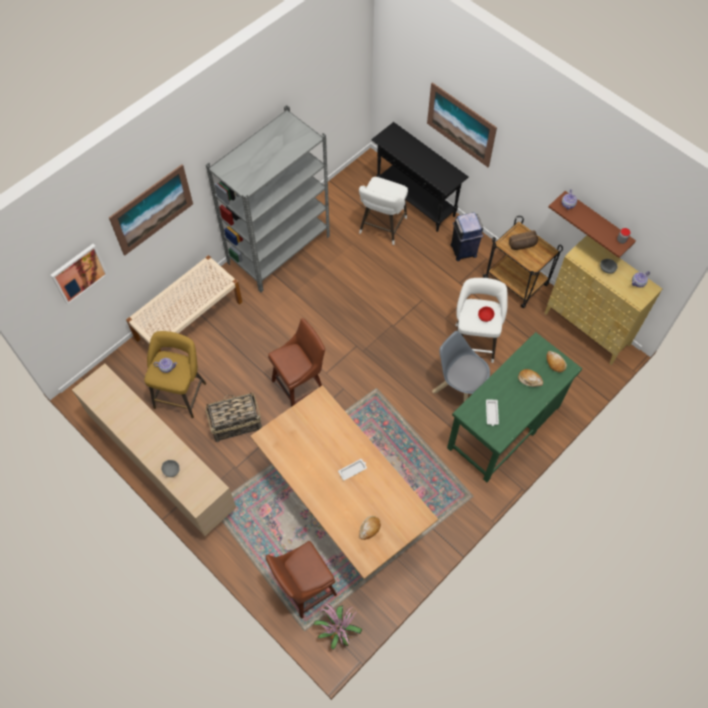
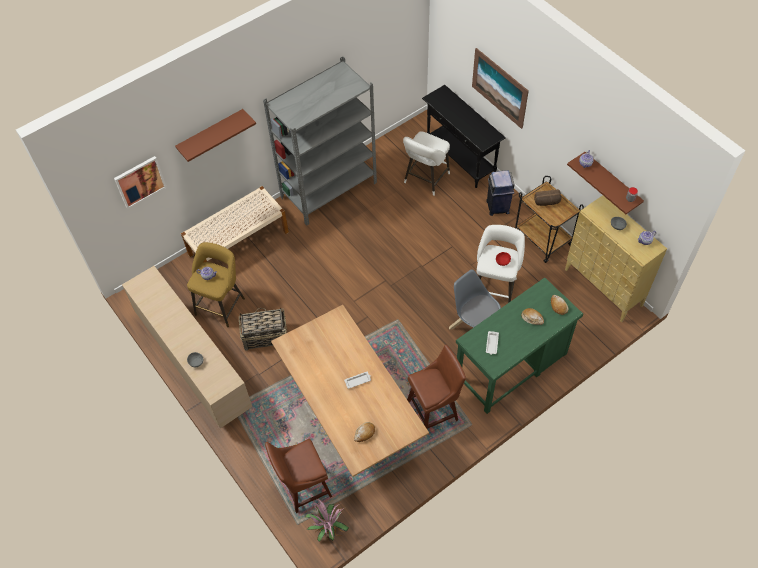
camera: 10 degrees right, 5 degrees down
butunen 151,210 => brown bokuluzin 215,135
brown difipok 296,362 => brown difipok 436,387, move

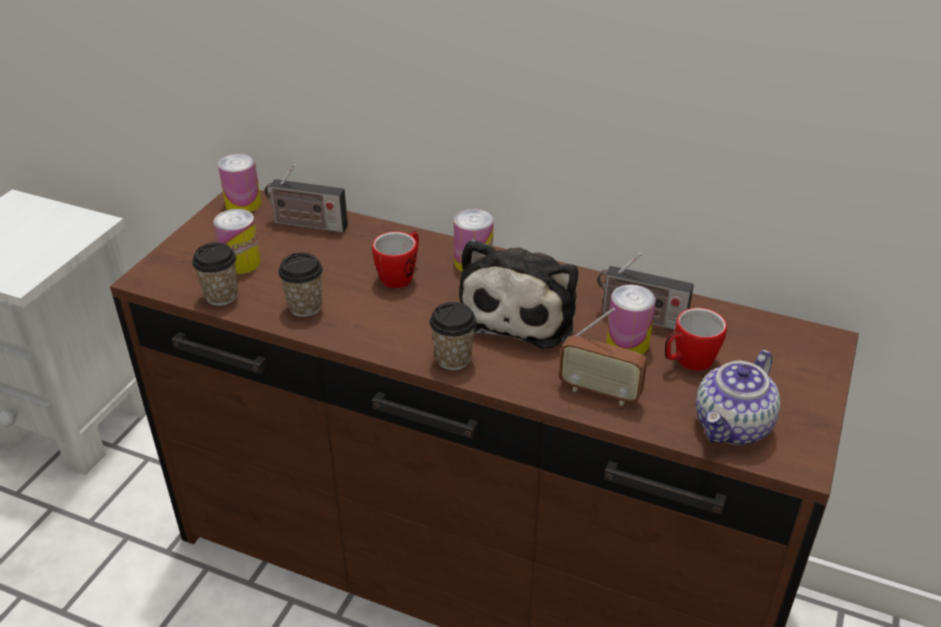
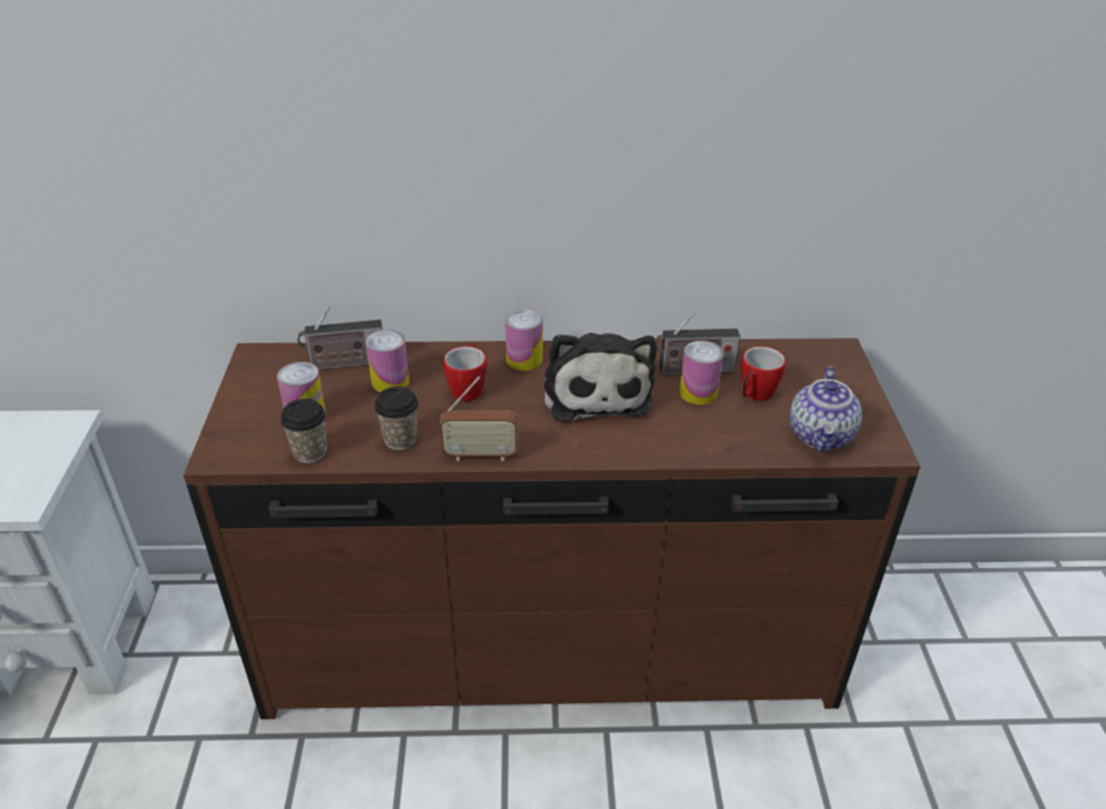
camera: 25 degrees left, 0 degrees up
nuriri 239,183 => nuriri 387,361, move
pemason 453,336 => nothing
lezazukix 603,357 => lezazukix 478,418, move

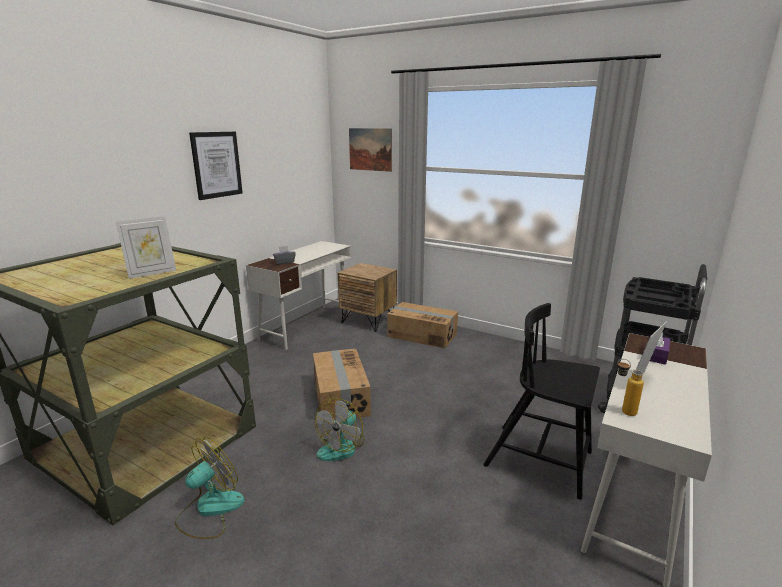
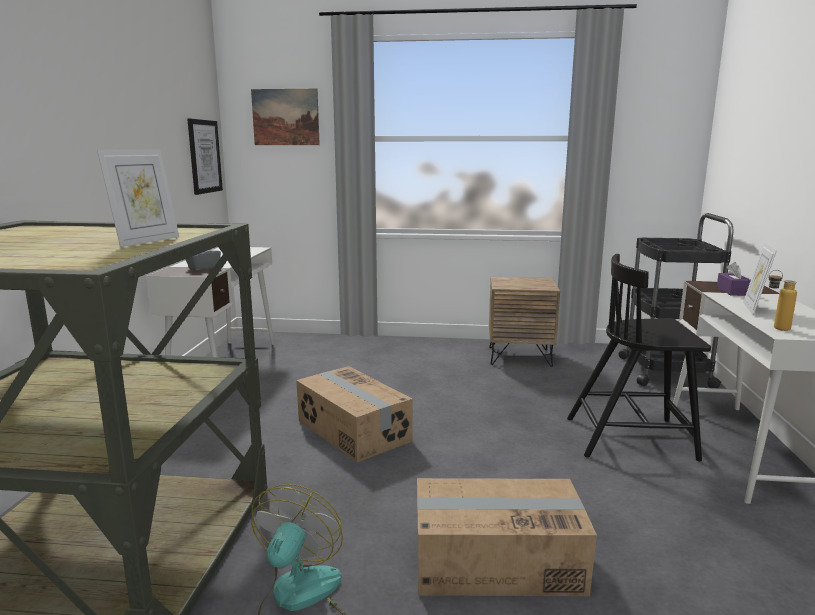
camera: 25 degrees left, 5 degrees down
butunen 216,166 => butunen 205,156, move
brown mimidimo 367,297 => brown mimidimo 524,322, move
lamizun 422,325 => lamizun 507,537, move
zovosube 339,429 => nothing

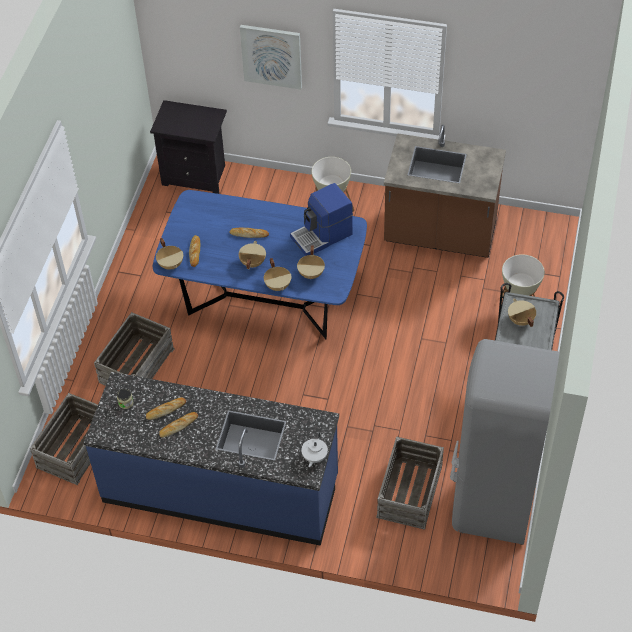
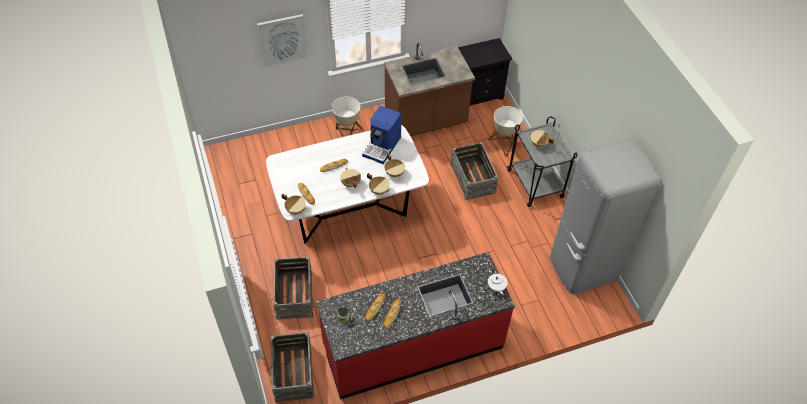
camera: 35 degrees left, 0 degrees up
black mimidimo 188,147 => black mimidimo 485,72, move
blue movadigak 260,264 => white movadigak 347,184
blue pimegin 211,459 => red pimegin 415,326
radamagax 410,483 => radamagax 474,171, move

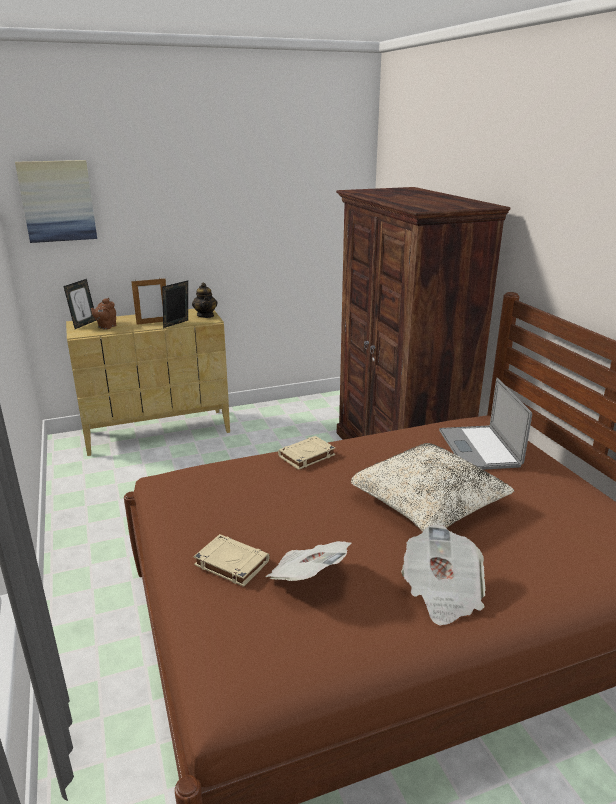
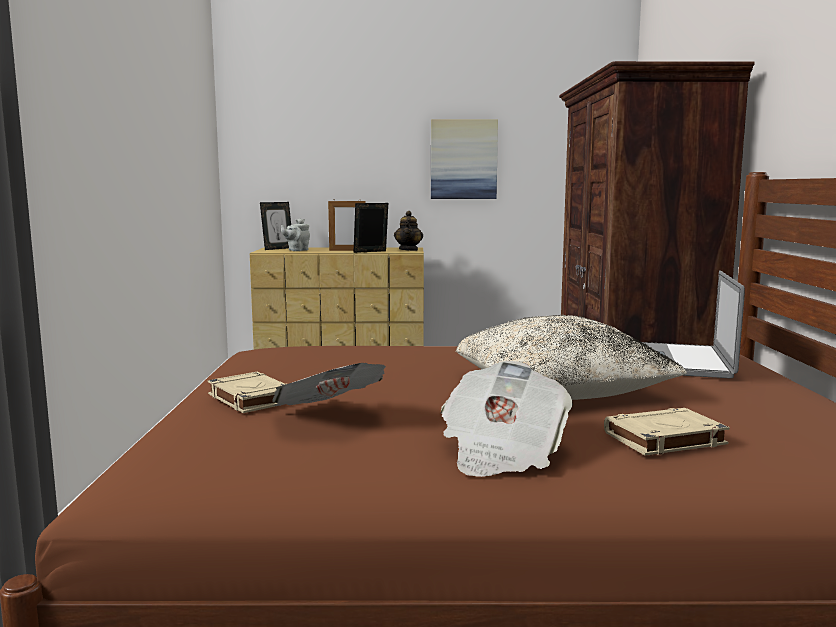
camera: 20 degrees right, 15 degrees down
butunen 56,201 => butunen 464,159, move
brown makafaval 103,314 => grey makafaval 295,235
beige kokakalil 306,453 => beige kokakalil 667,431, move

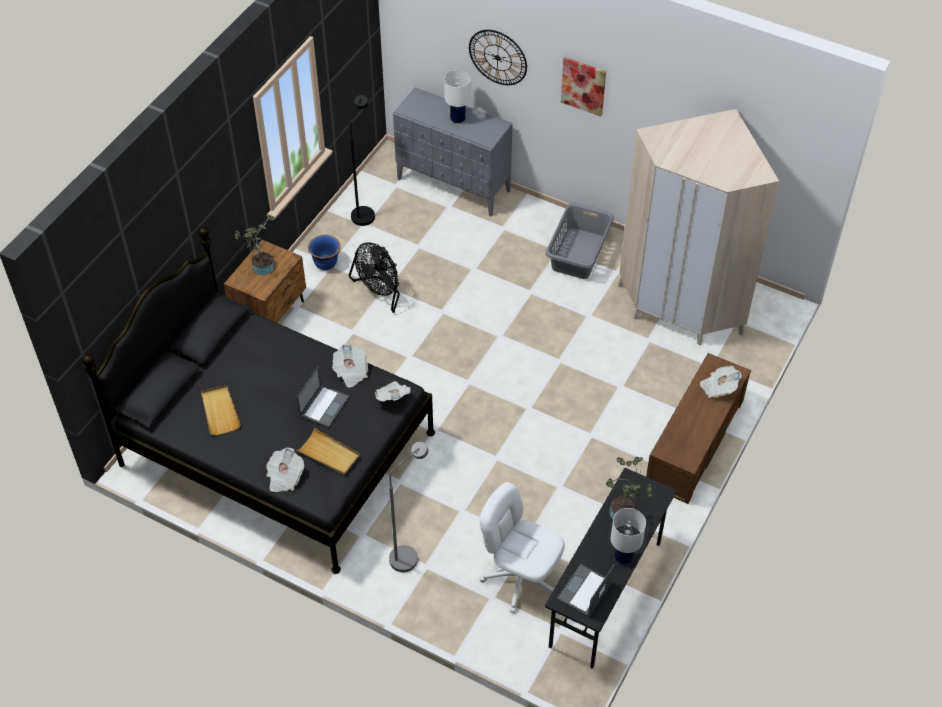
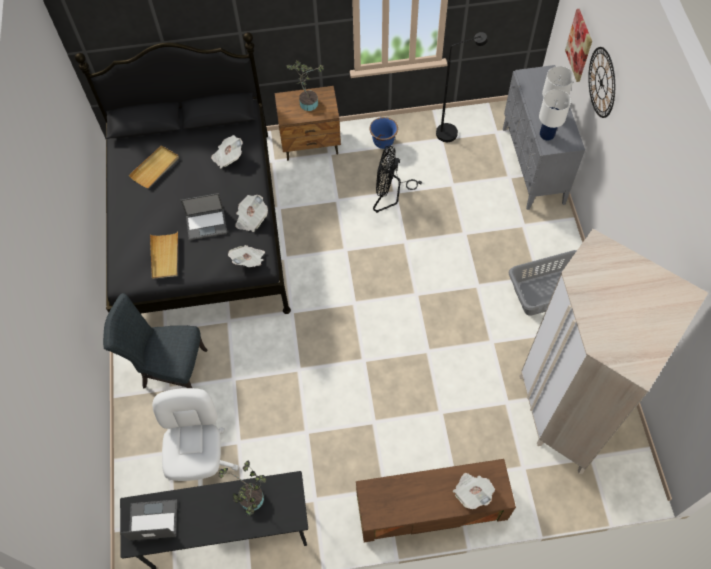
camera: 55 degrees right, 10 degrees up
butunen 583,87 => butunen 578,45, move
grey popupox 408,507 => grey difipok 155,341
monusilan 285,470 => monusilan 227,151, move
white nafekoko 628,536 => white nafekoko 555,115, move

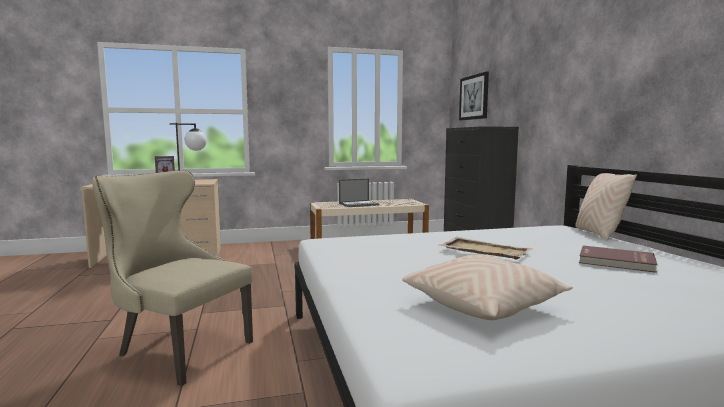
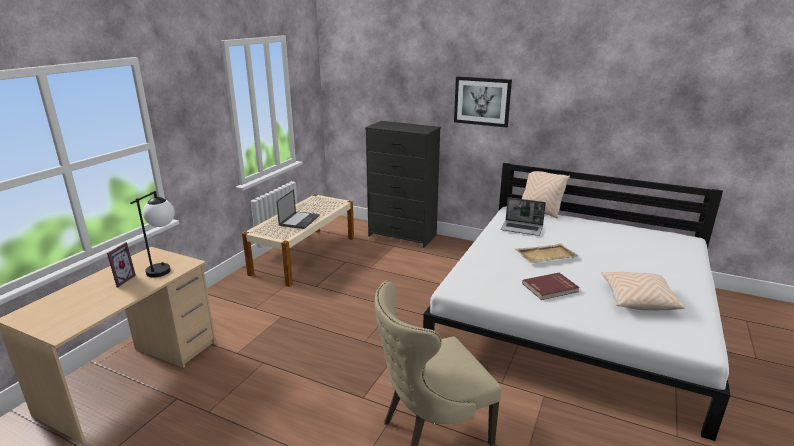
camera: 50 degrees left, 15 degrees up
butunen 474,96 => butunen 483,101, move
red kokakalil 618,259 => red kokakalil 551,286, move
nothing => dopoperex 523,216

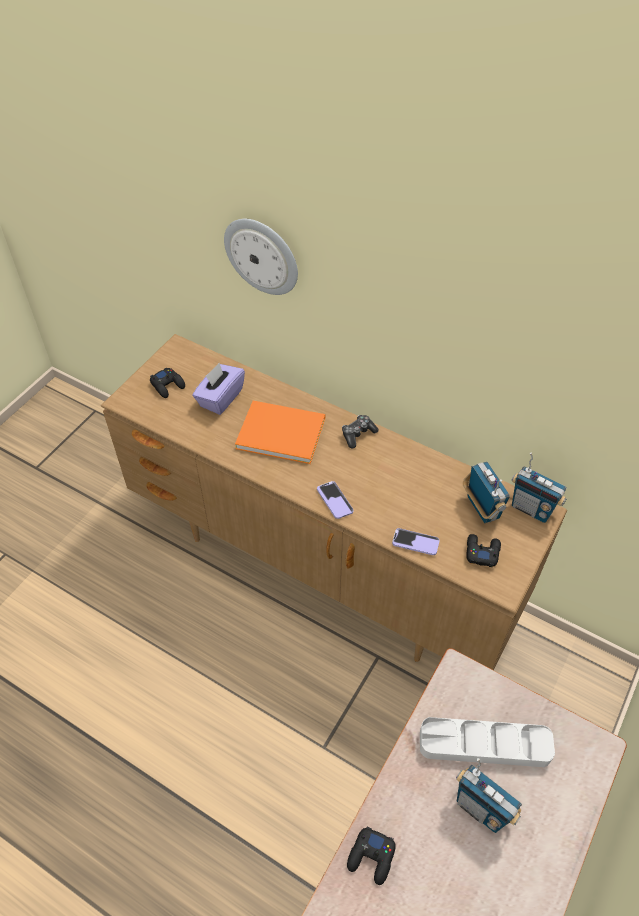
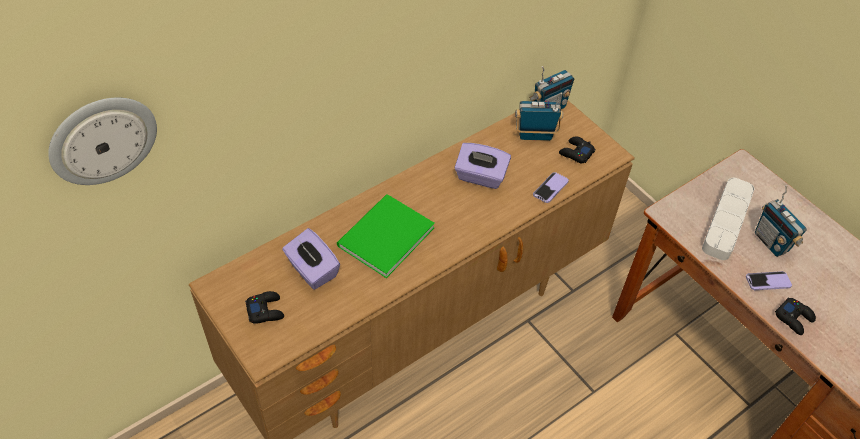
camera: 70 degrees left, 0 degrees up
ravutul 261,257 => ravutul 102,141, move
orange kokakalil 280,432 => green kokakalil 386,236
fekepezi 360,431 => nothing
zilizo 335,500 => zilizo 769,280, move
lezazukix 489,795 => lezazukix 781,221, 90 degrees clockwise
nothing => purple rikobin 482,166

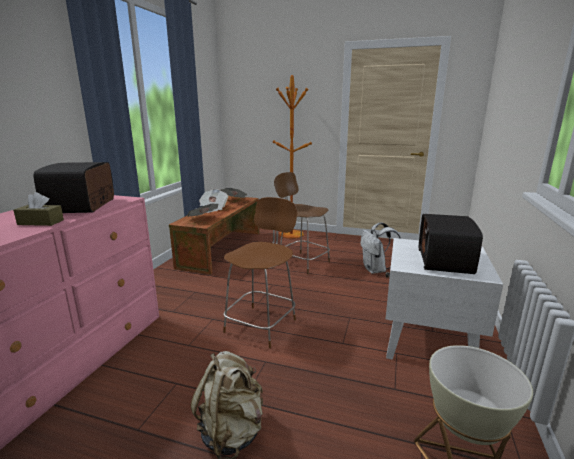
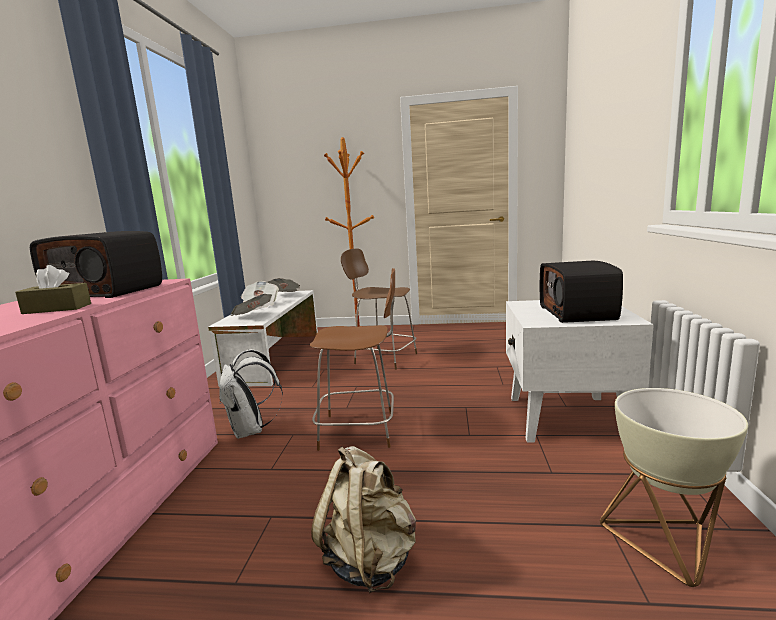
camera: 10 degrees left, 5 degrees down
lezazukix 73,187 => lezazukix 96,264, 60 degrees counterclockwise
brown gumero 214,235 => white gumero 263,338
brown difipok 260,272 => brown difipok 352,359, 75 degrees clockwise
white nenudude 380,248 => white nenudude 251,394, move

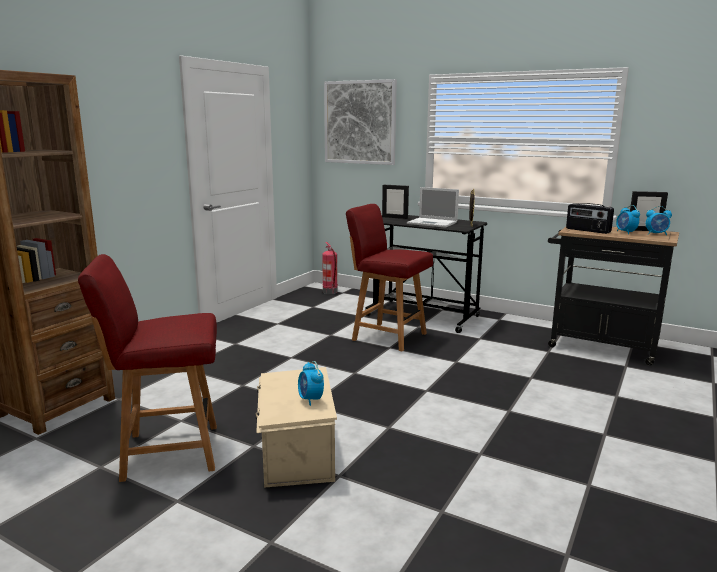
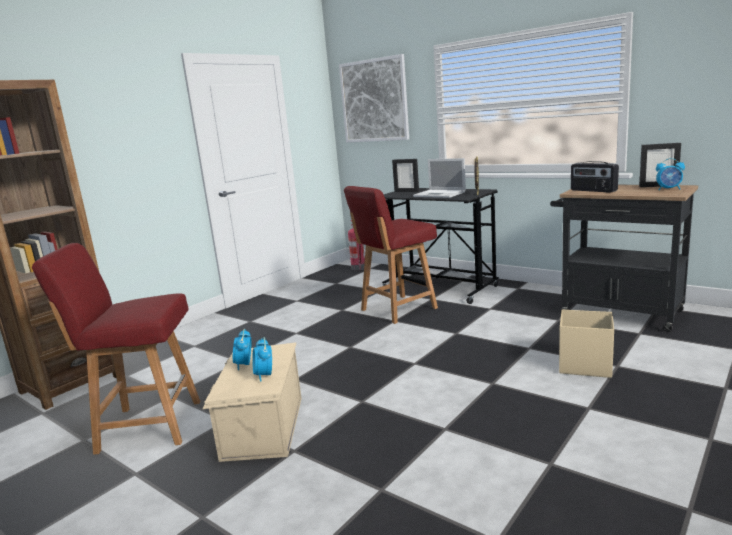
camera: 10 degrees right, 0 degrees up
red difipok 389,277 => red difipok 391,255, 75 degrees counterclockwise
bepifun 628,219 => bepifun 242,349, move
nothing => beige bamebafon 586,343

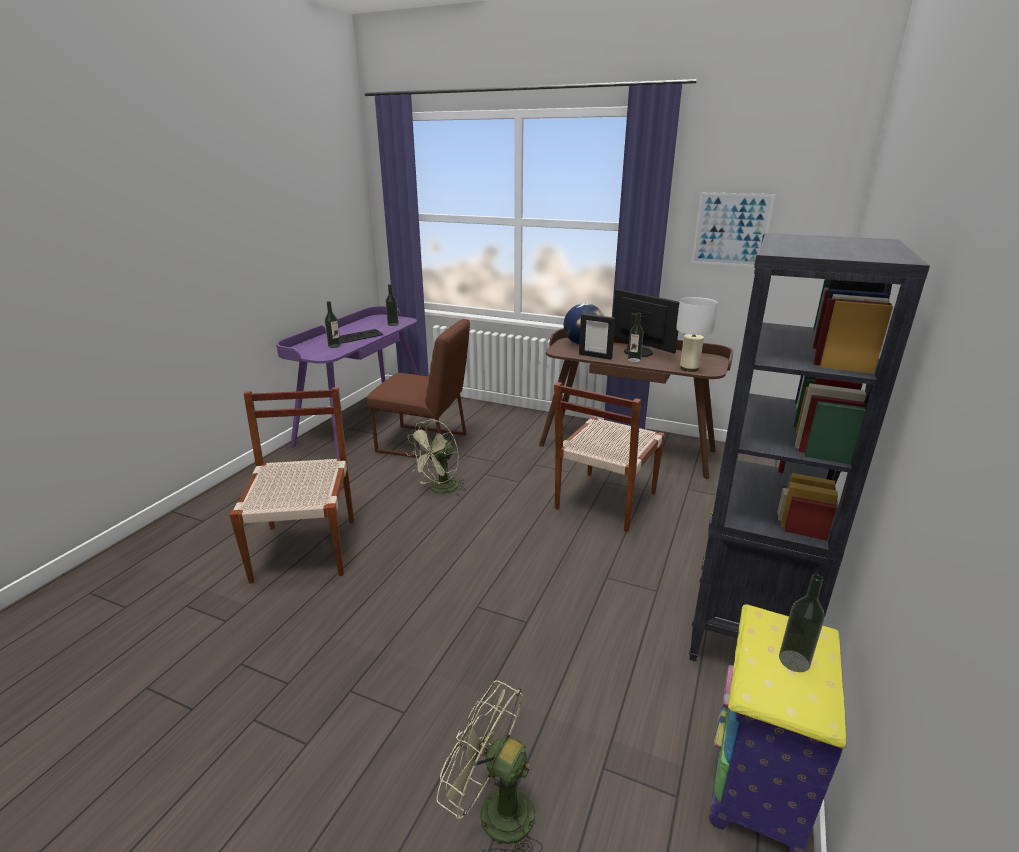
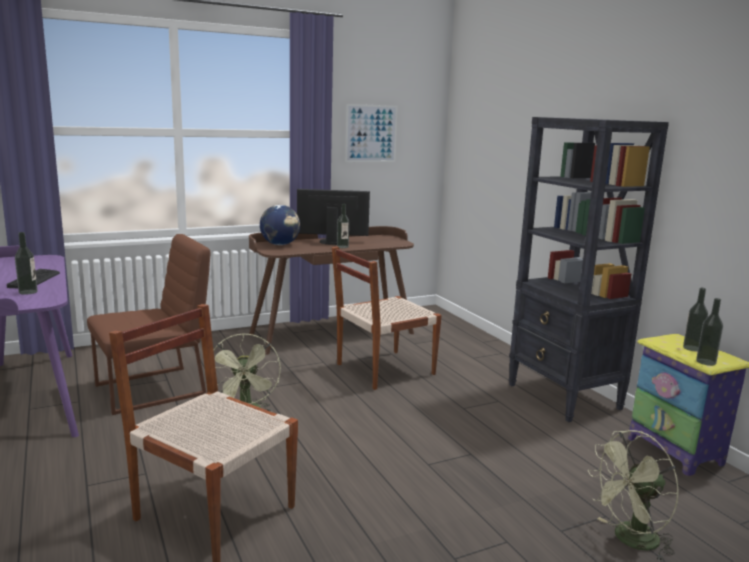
camera: 50 degrees left, 10 degrees down
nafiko 392,305 => nafiko 709,332, move
white nafekoko 697,334 => nothing
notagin 597,337 => nothing
difipok 609,457 => difipok 386,318, 75 degrees clockwise

